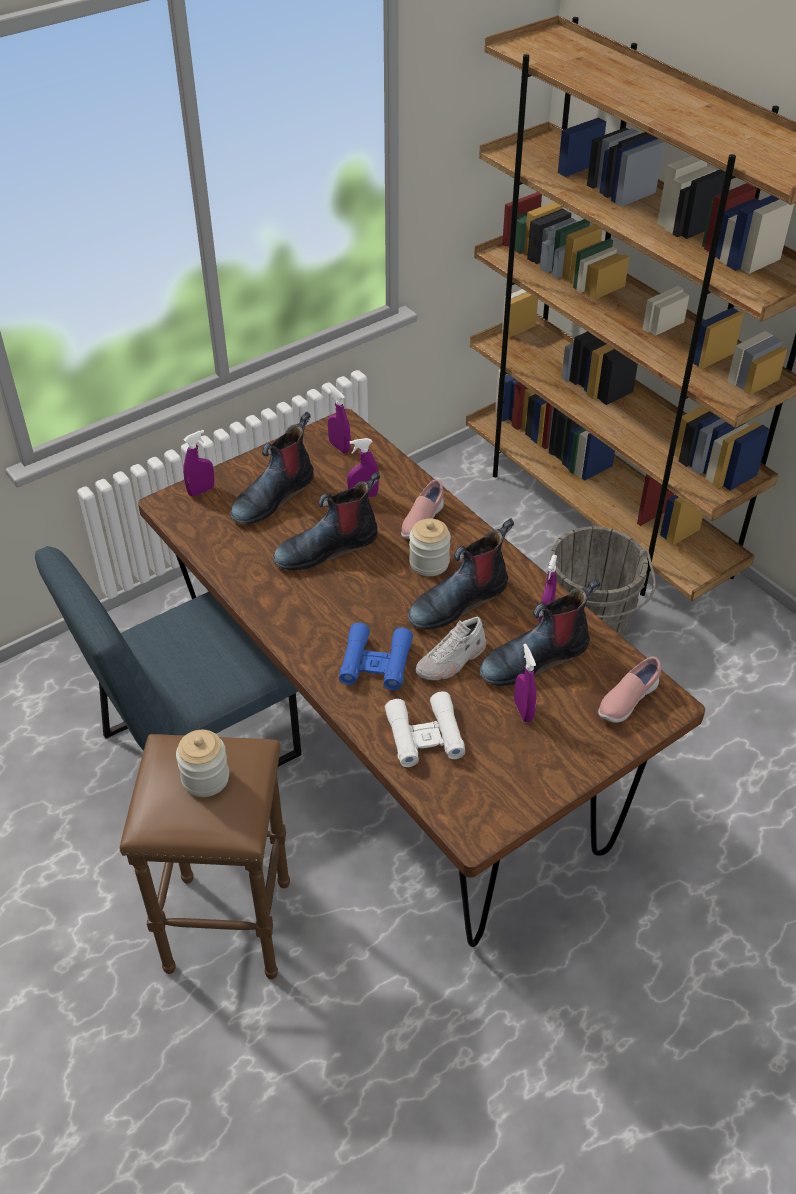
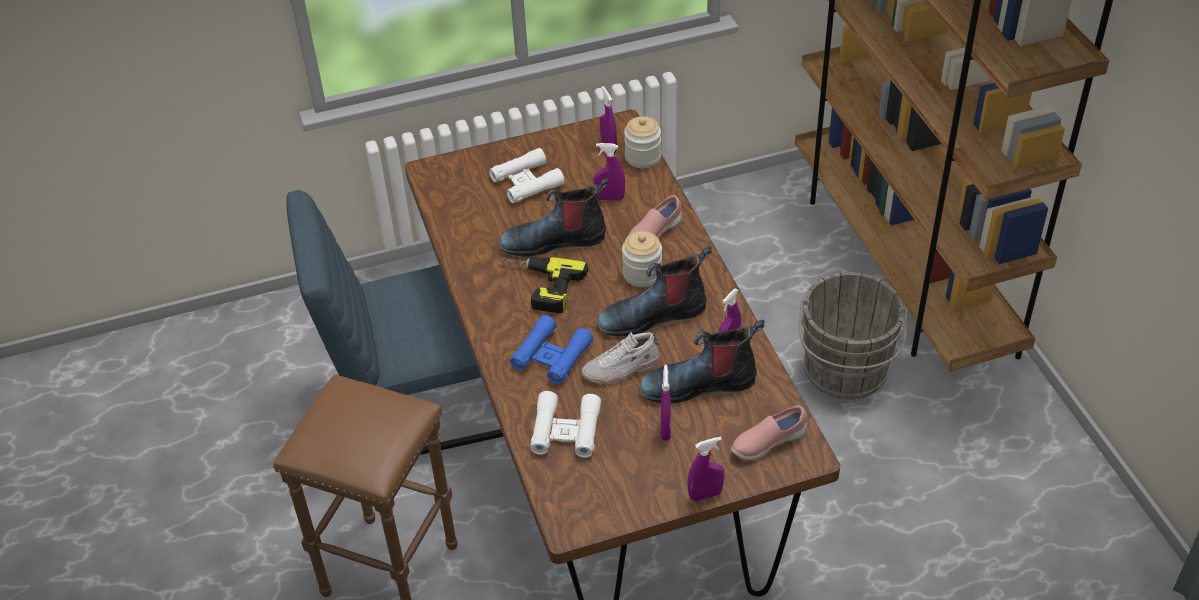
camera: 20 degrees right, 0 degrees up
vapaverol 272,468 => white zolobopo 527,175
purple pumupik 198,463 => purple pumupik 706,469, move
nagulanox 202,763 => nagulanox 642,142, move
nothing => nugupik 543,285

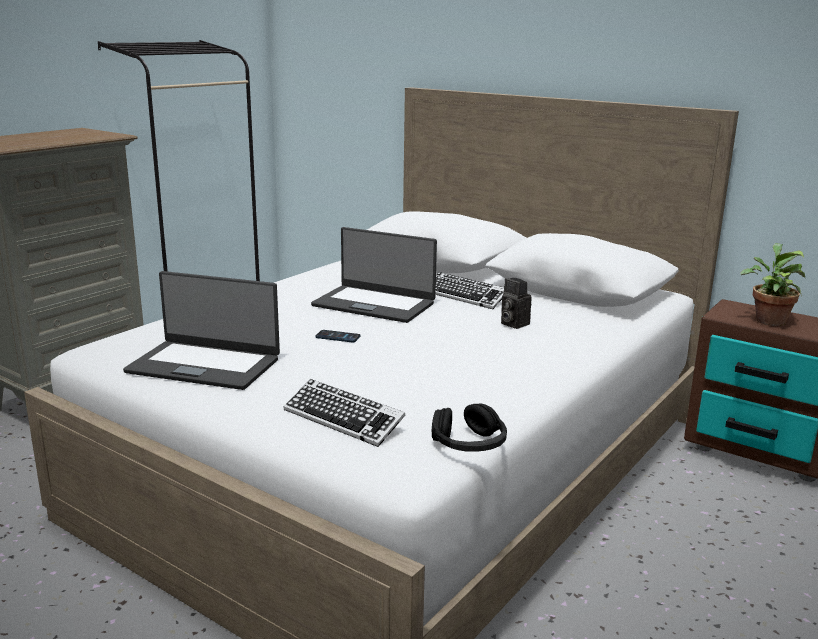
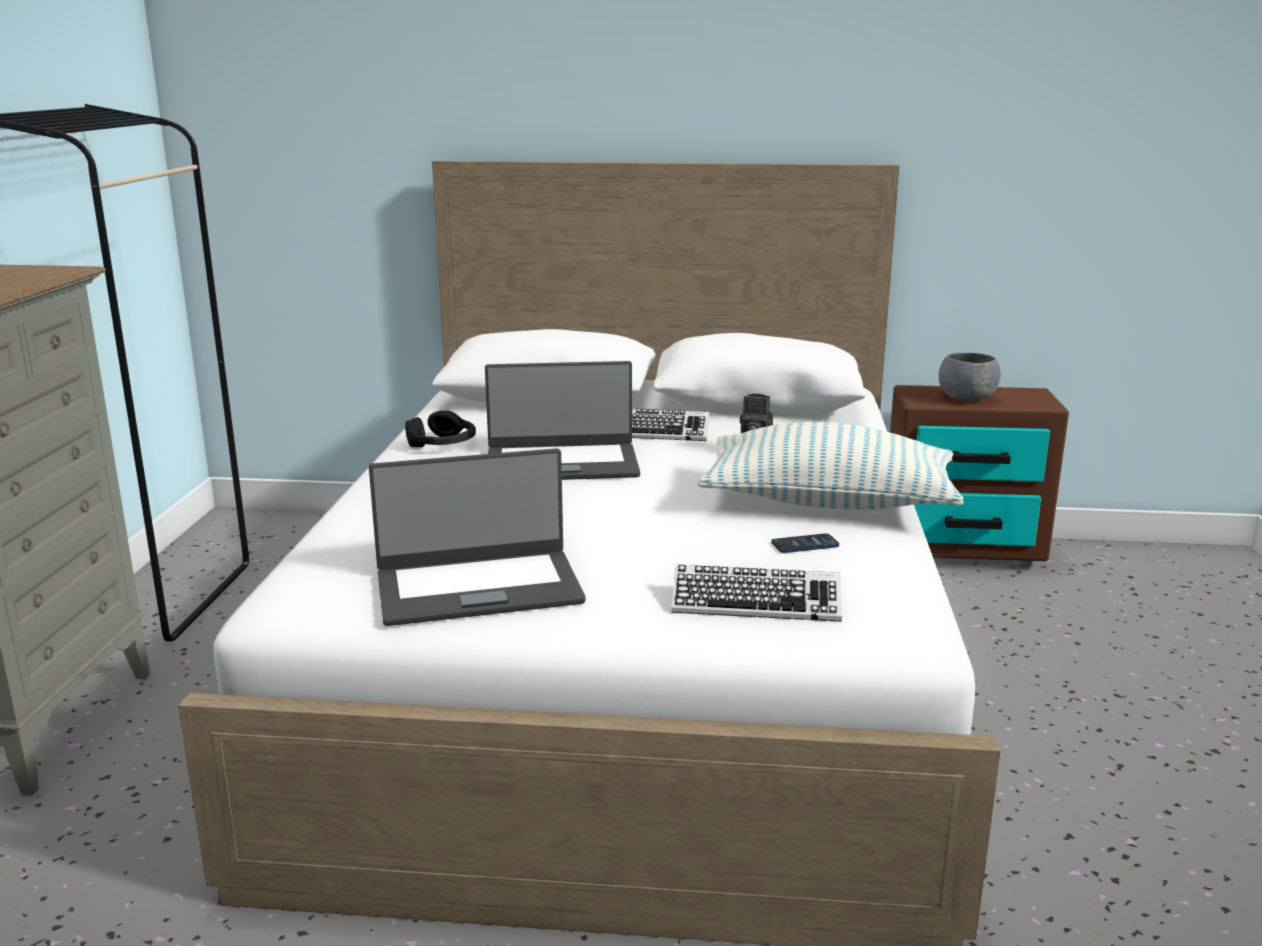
camera: 30 degrees left, 0 degrees up
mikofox 772,284 => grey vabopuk 970,377
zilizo 337,336 => zilizo 805,543, move
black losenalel 469,427 => black losenalel 440,429, move
nothing => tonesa 831,466

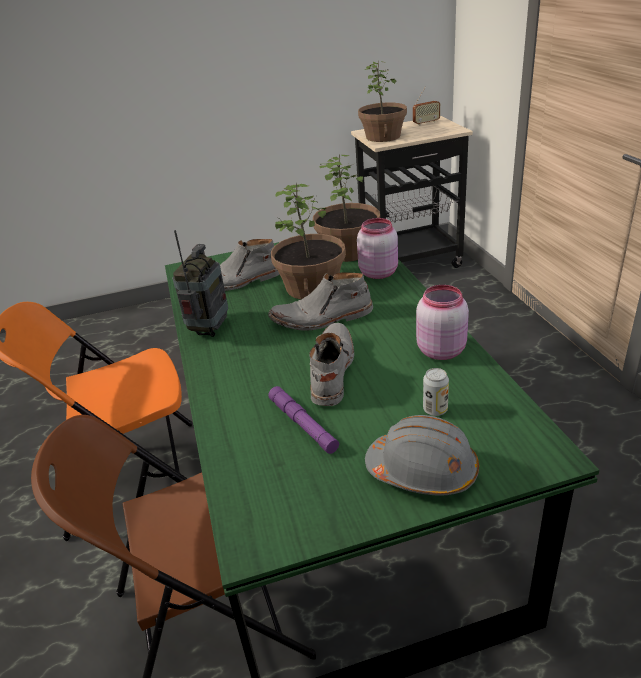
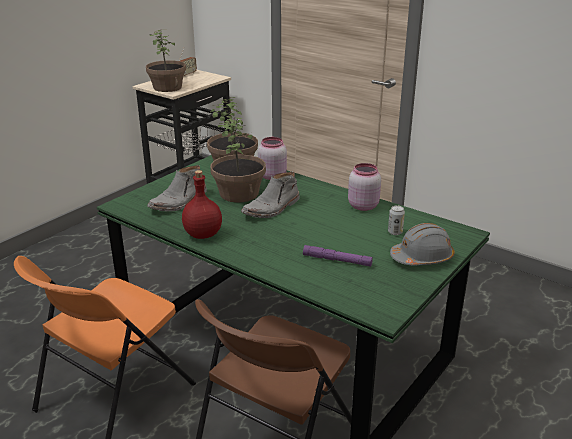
camera: 40 degrees left, 5 degrees down
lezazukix 200,283 => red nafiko 202,204
grey vapaverol 331,364 => nothing

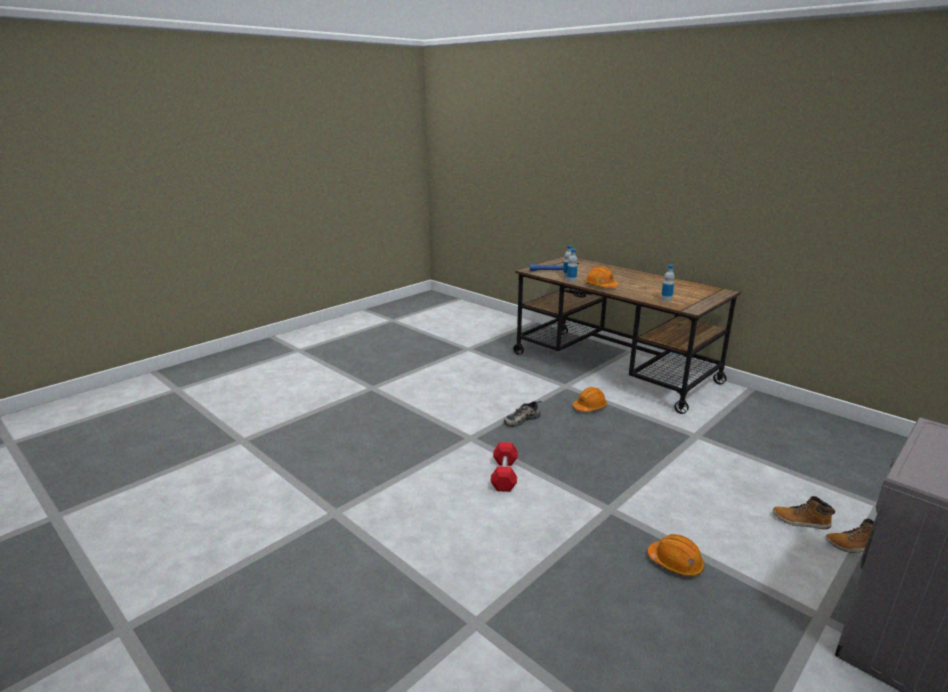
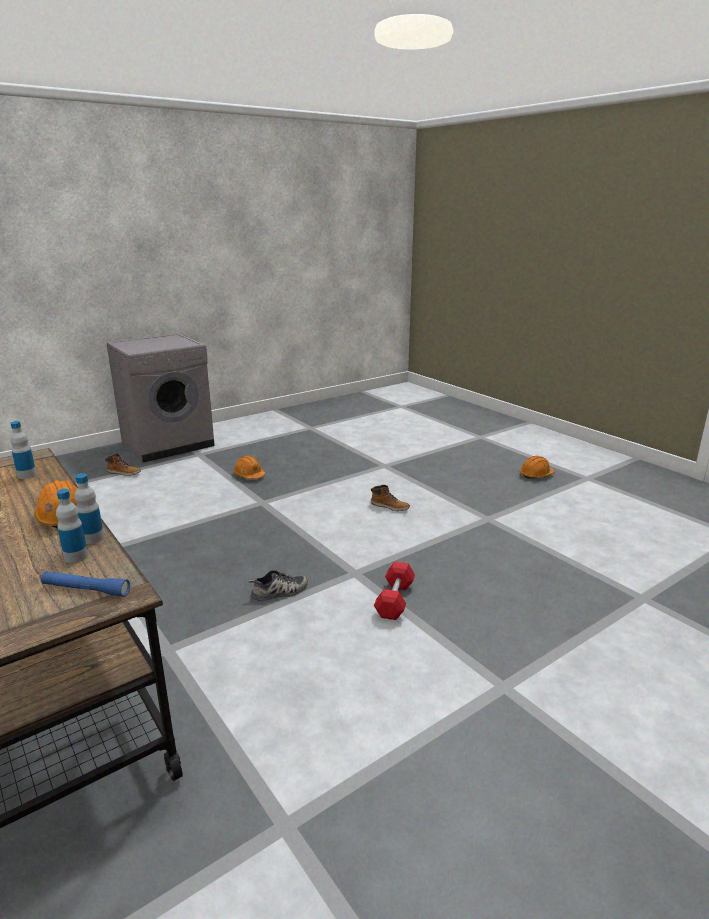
camera: 170 degrees left, 0 degrees up
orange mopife 590,399 => orange mopife 537,467, move
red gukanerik 504,467 => red gukanerik 394,590, move
vapaverol 804,512 => vapaverol 390,498, move

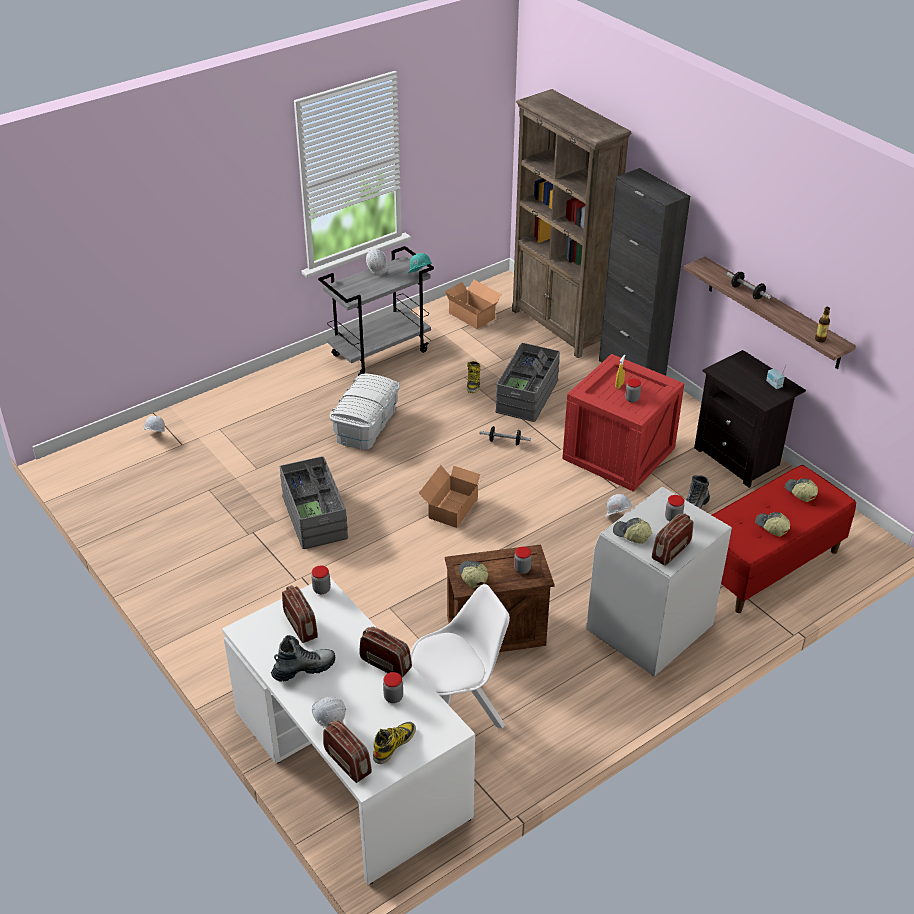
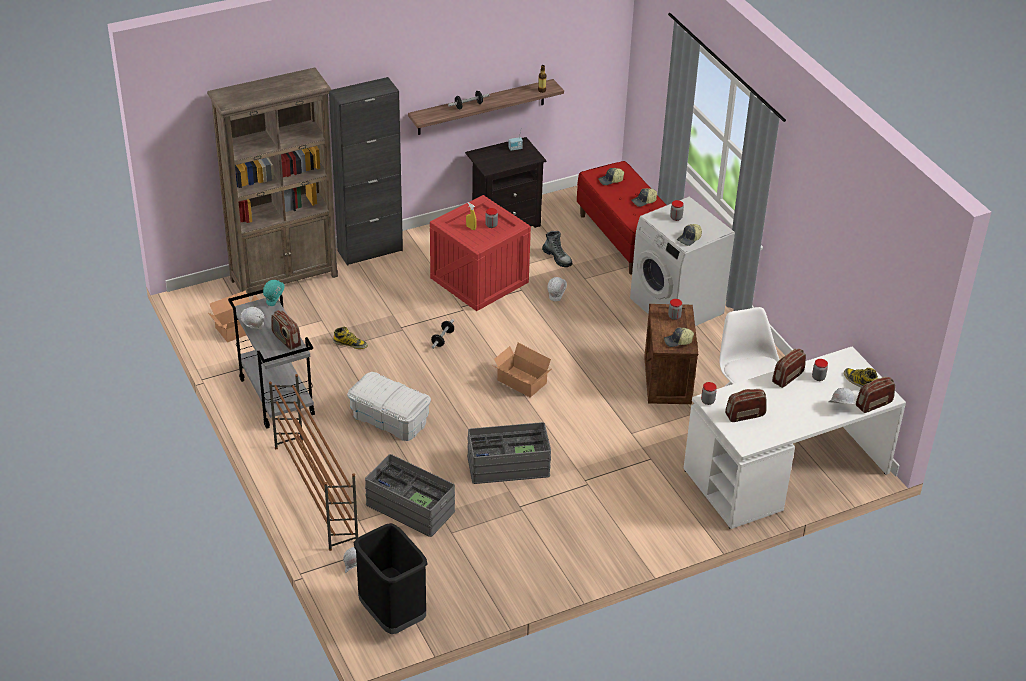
camera: 80 degrees left, 0 degrees up
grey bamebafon 527,382 => grey bamebafon 410,495, move
lezazukix 672,540 => lezazukix 286,330, move
vapaverol 303,658 => nothing
nothing => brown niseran 313,462
nothing => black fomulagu 391,578

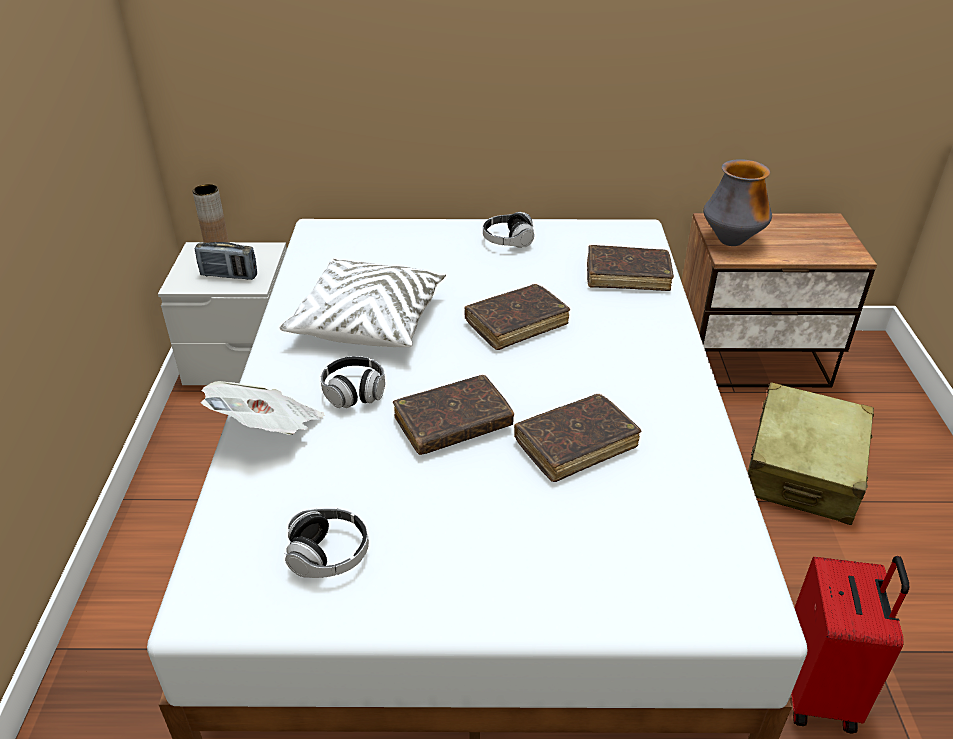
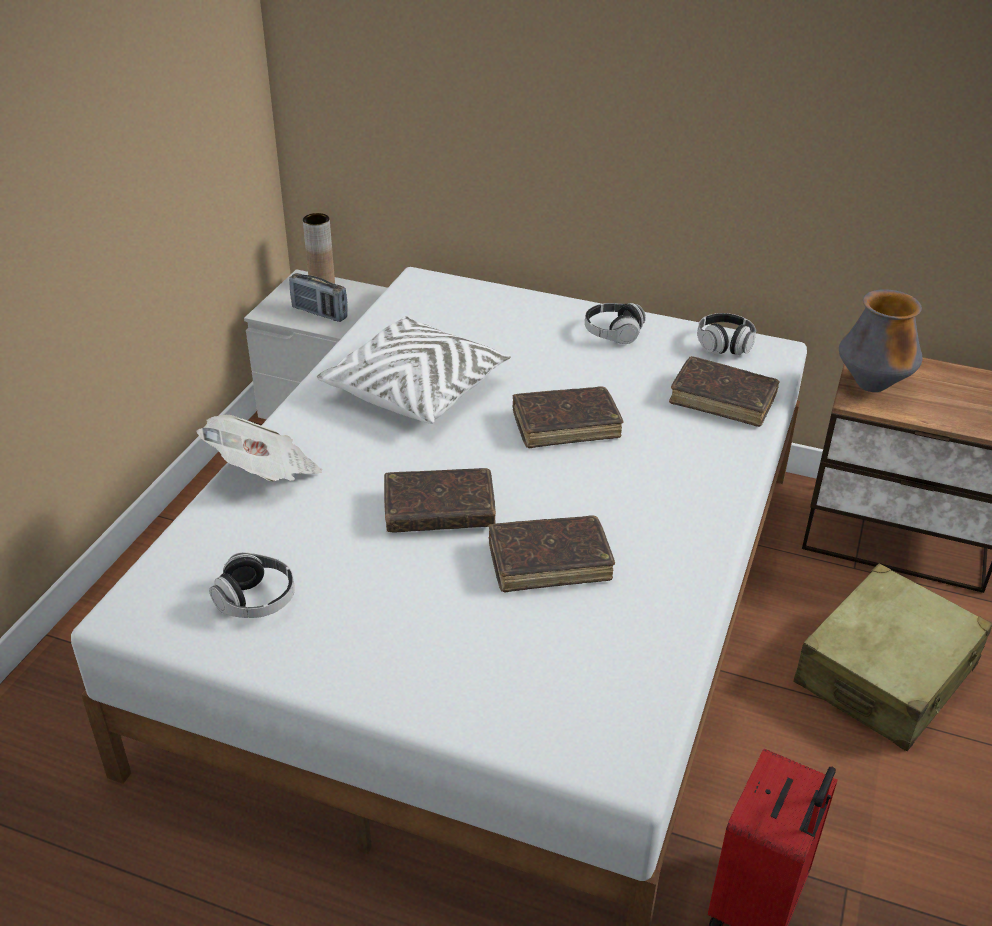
camera: 20 degrees right, 0 degrees up
losenalel 352,382 => losenalel 726,334, move

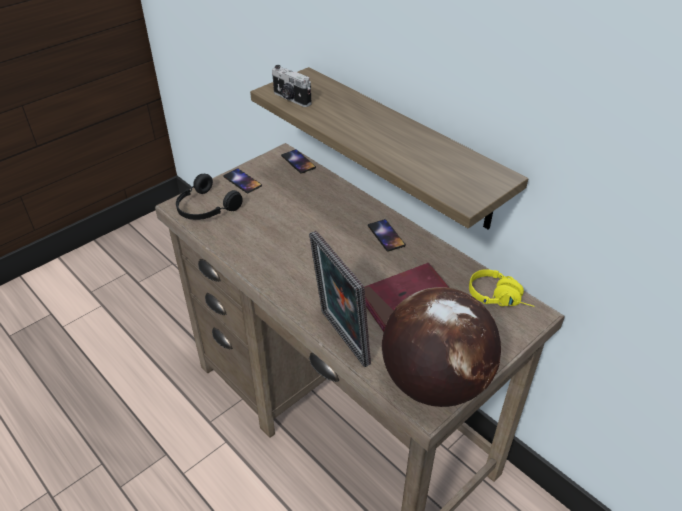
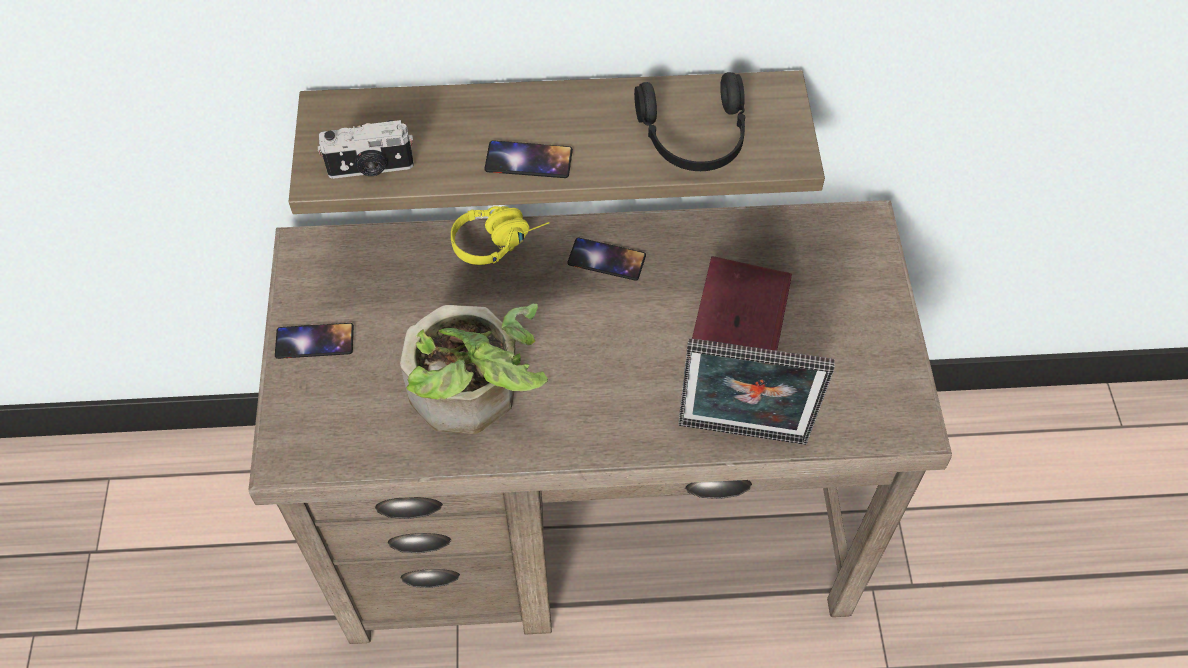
camera: 50 degrees left, 15 degrees up
zilizo 298,161 => zilizo 528,159, move
black losenalel 209,197 => black losenalel 689,121, move
yellow losenalel 501,288 => yellow losenalel 500,235, move
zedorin 441,347 => nothing
nothing => mikofox 474,369

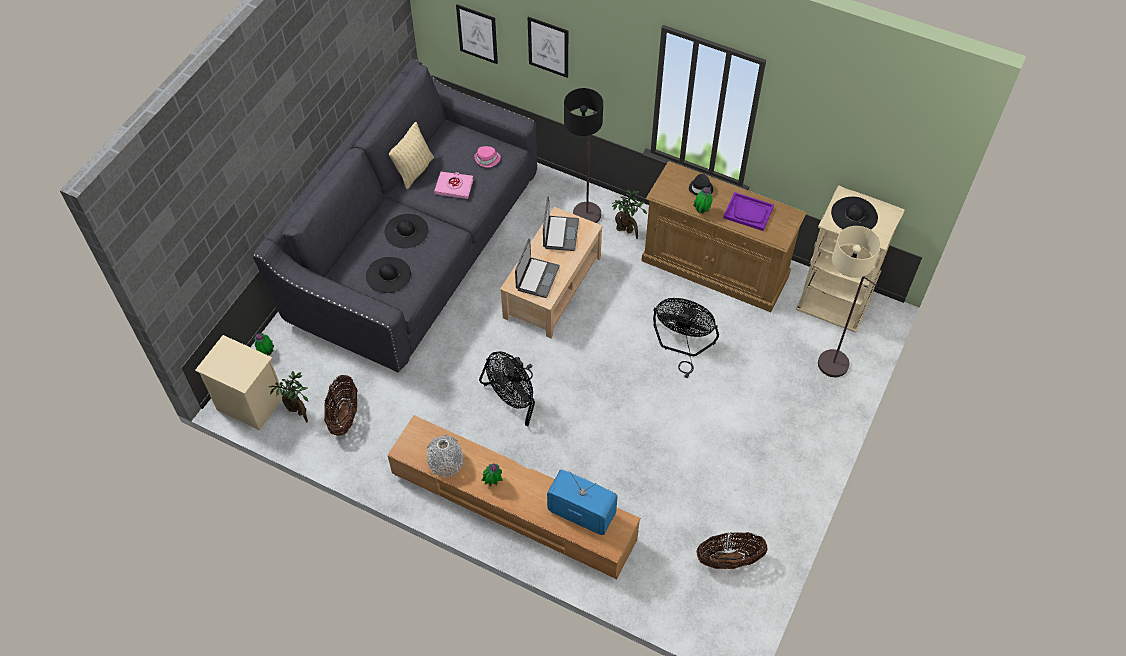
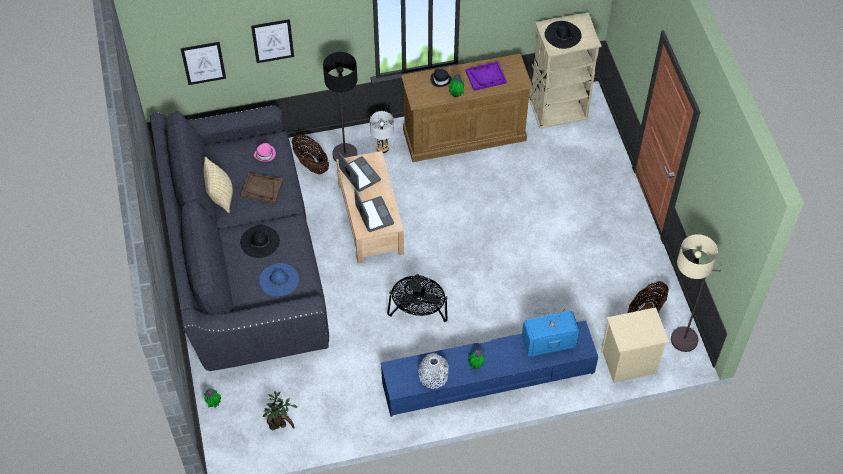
camera: 40 degrees left, 0 degrees up
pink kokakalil 454,185 => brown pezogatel 262,188
mikofox 629,214 => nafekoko 382,132
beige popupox 849,301 => beige popupox 696,293, move
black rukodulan 388,275 => blue rukodulan 279,279
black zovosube 686,338 => nothing
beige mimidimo 239,382 => beige mimidimo 635,345, move
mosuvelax 341,405 => mosuvelax 310,154, move
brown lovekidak 514,497 => blue lovekidak 489,368

